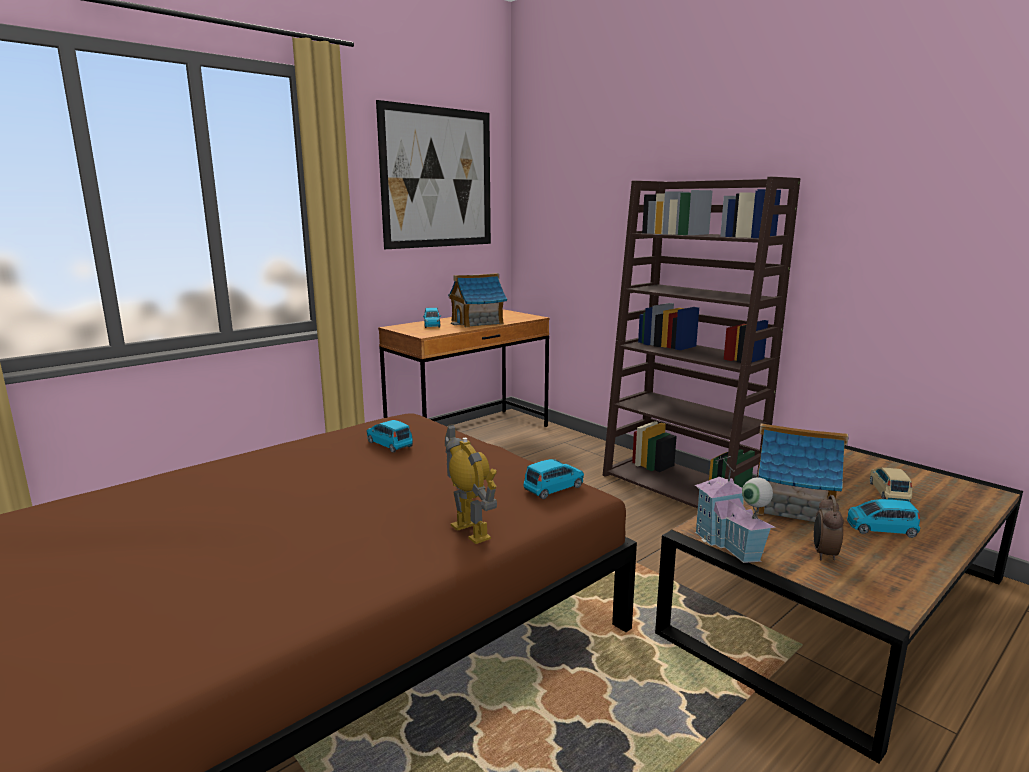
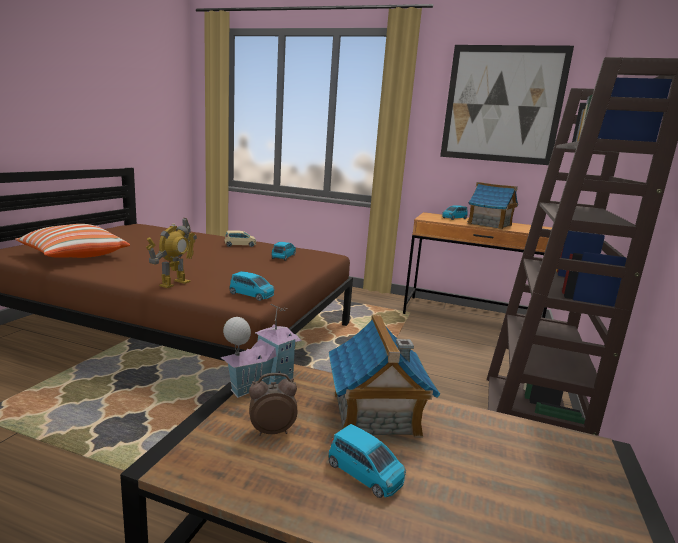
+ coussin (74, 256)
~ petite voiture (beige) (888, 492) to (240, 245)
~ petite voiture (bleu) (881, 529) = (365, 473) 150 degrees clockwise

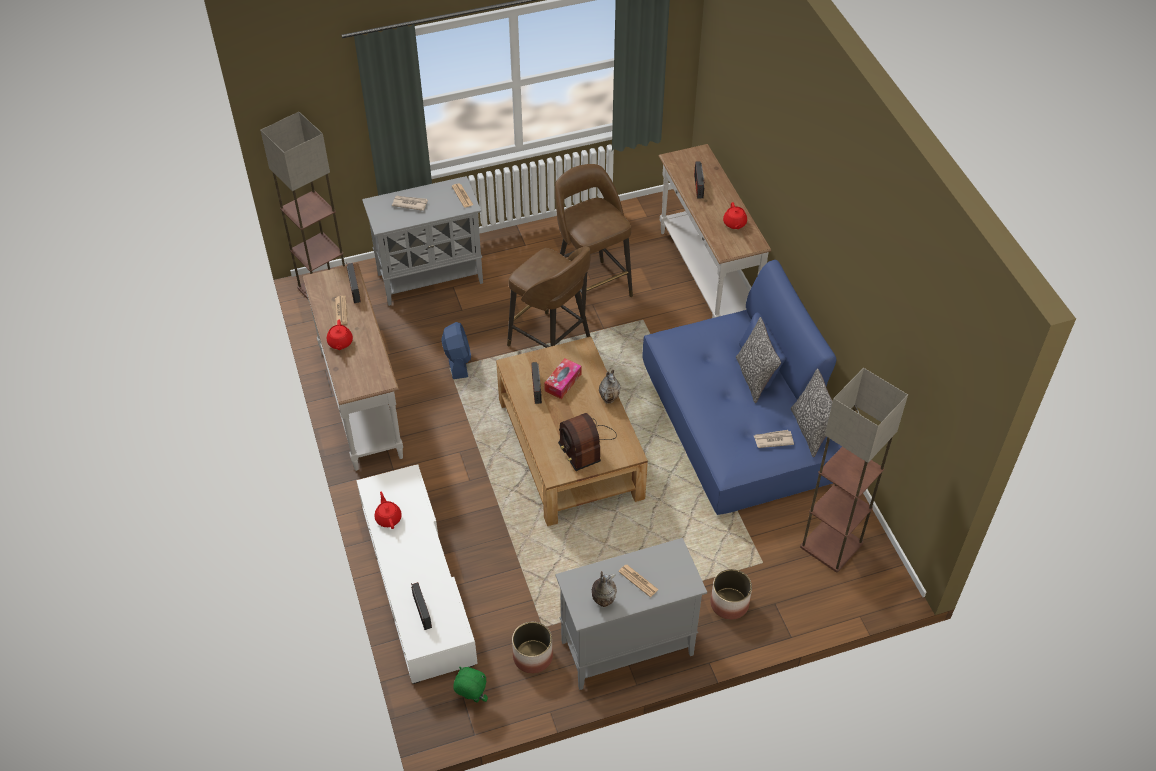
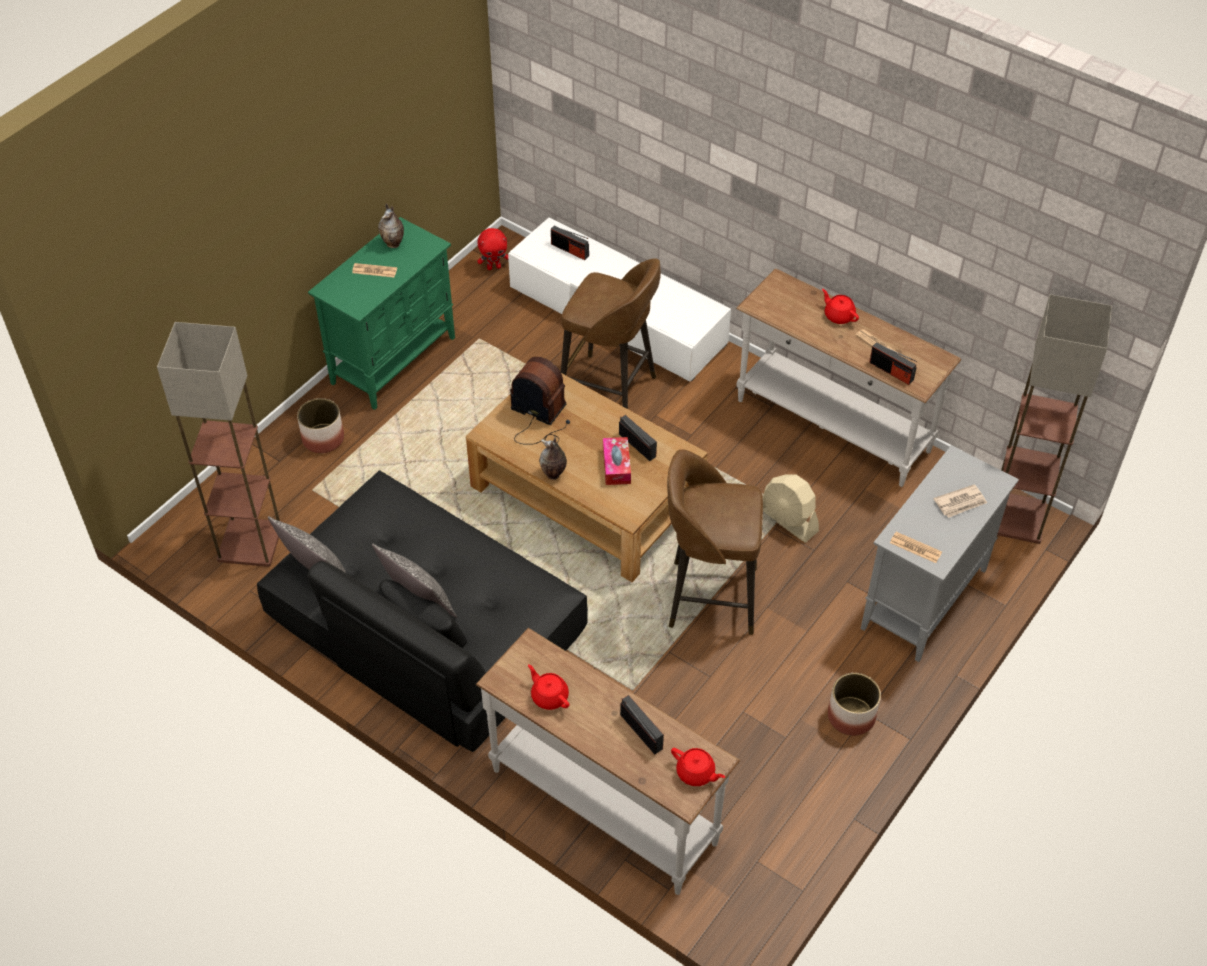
~ canapé (bleu) (742, 421) to canapé (noir) (425, 625)
~ meuble de rangement (gris) (626, 648) to meuble de rangement (vert) (394, 359)
~ peluche (vert) (471, 699) to peluche (rouge) (494, 267)
~ tabouret (marron) (591, 287) to (610, 391)
~ théière (rouge) (388, 518) to (696, 773)
~ ventilateur (bleu) (457, 361) to ventilateur (beige) (788, 521)
~ cache-pot (533, 657) to (850, 716)
- journal (773, 440)

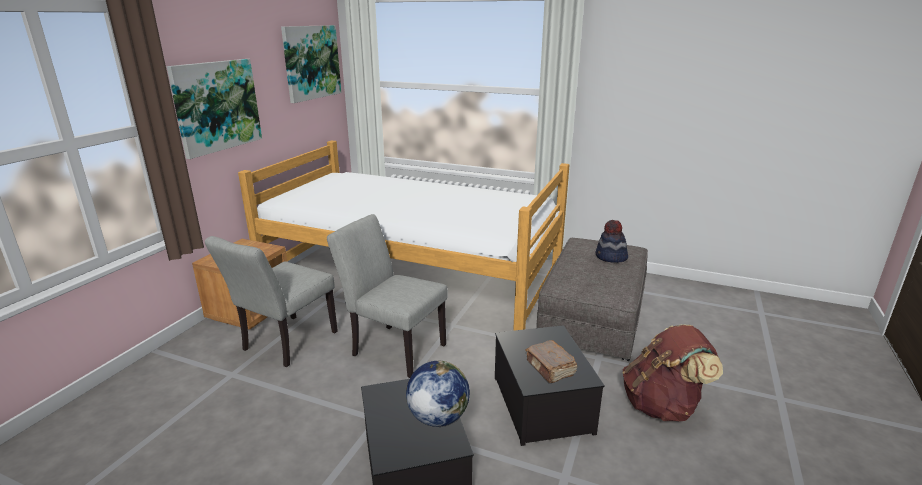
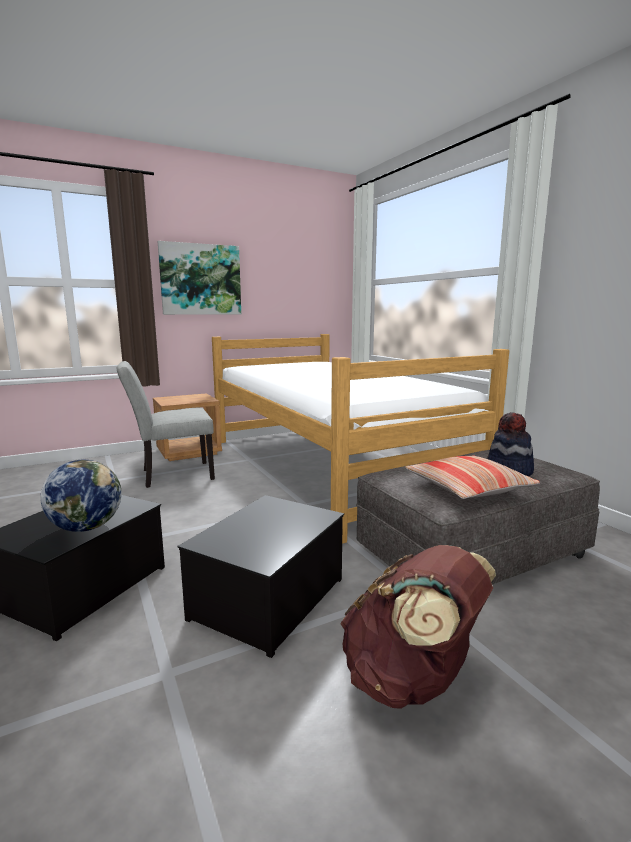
+ coussin (468, 488)
- tableau (311, 62)
- chaise (gris) (393, 348)
- livre (marron) (550, 368)

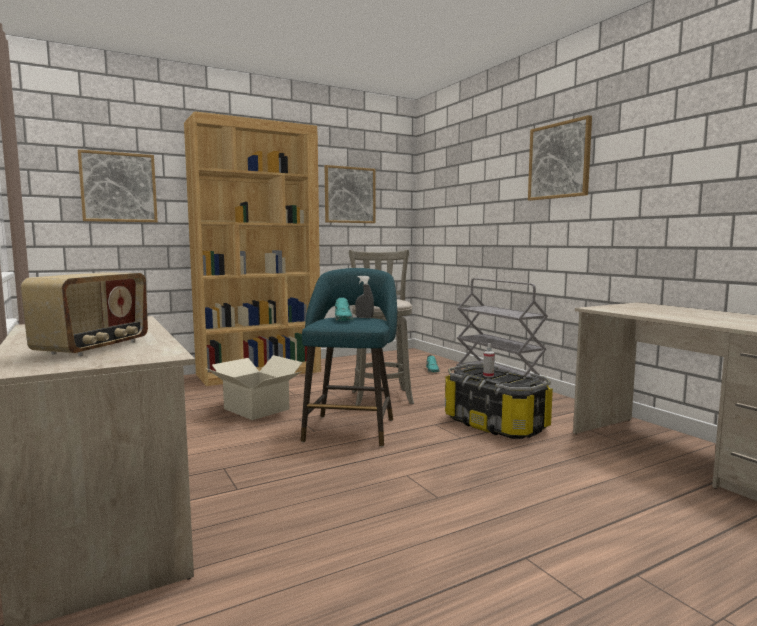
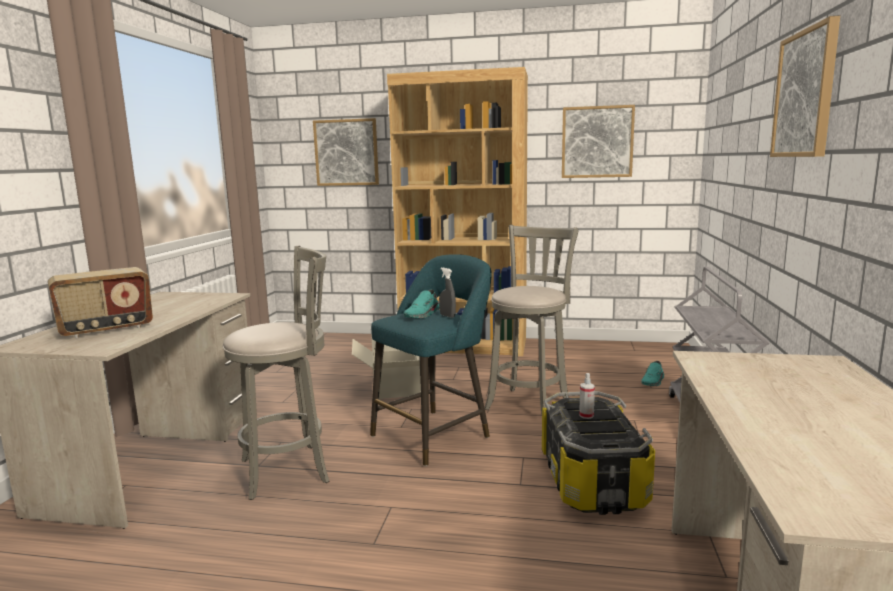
+ tabouret (gris) (290, 469)

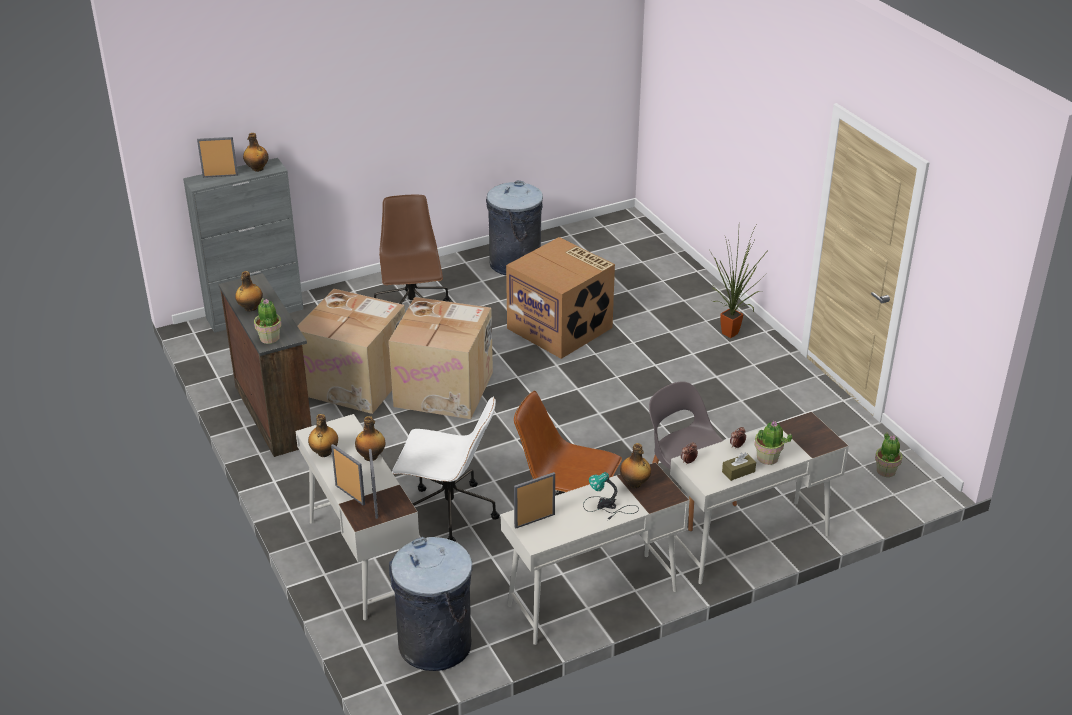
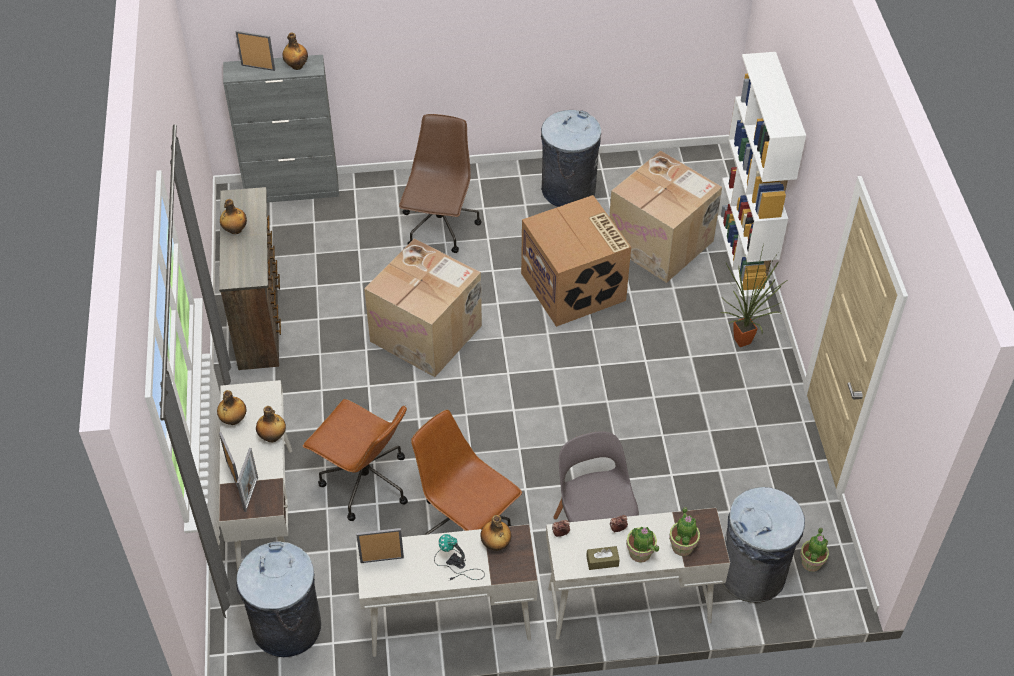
~ chaise de bureau (blanc) (448, 512) to chaise de bureau (marron) (364, 482)
~ carton (357, 382) to (662, 242)
~ plante en pot (269, 338) to (682, 546)
+ bibliothèque (blanc) (744, 254)
+ poubelle (gris) (752, 574)

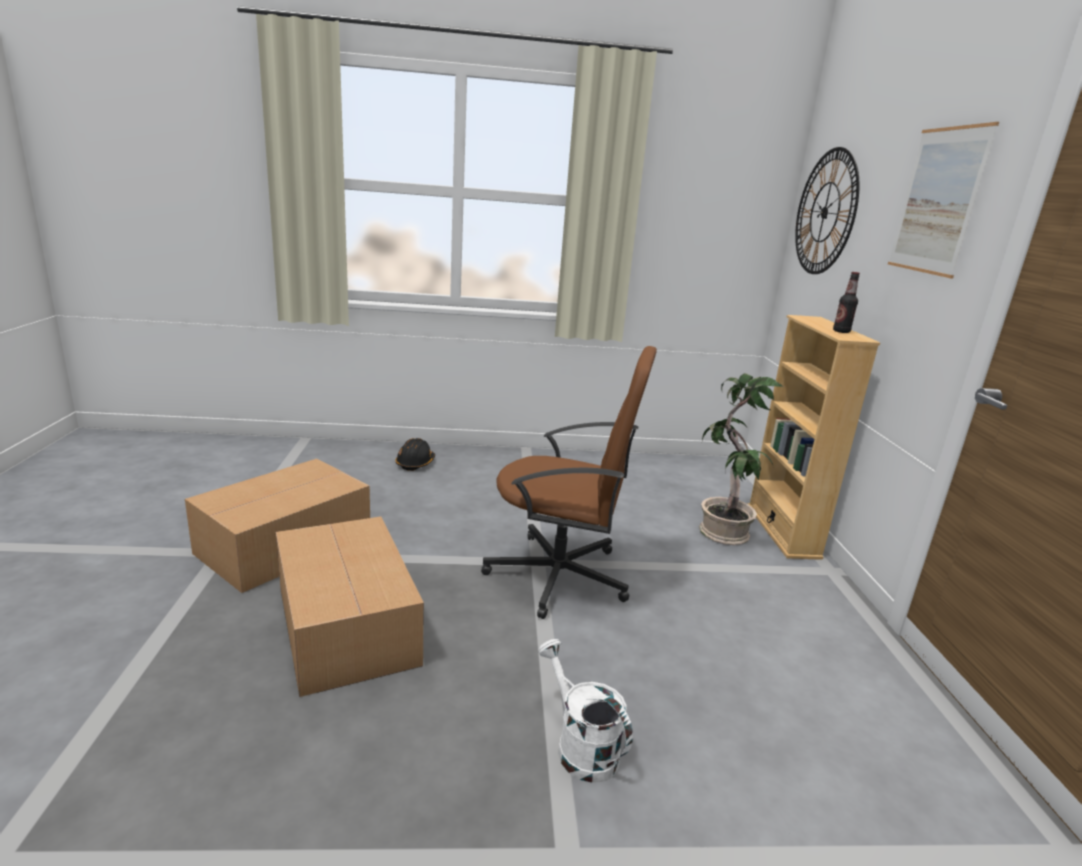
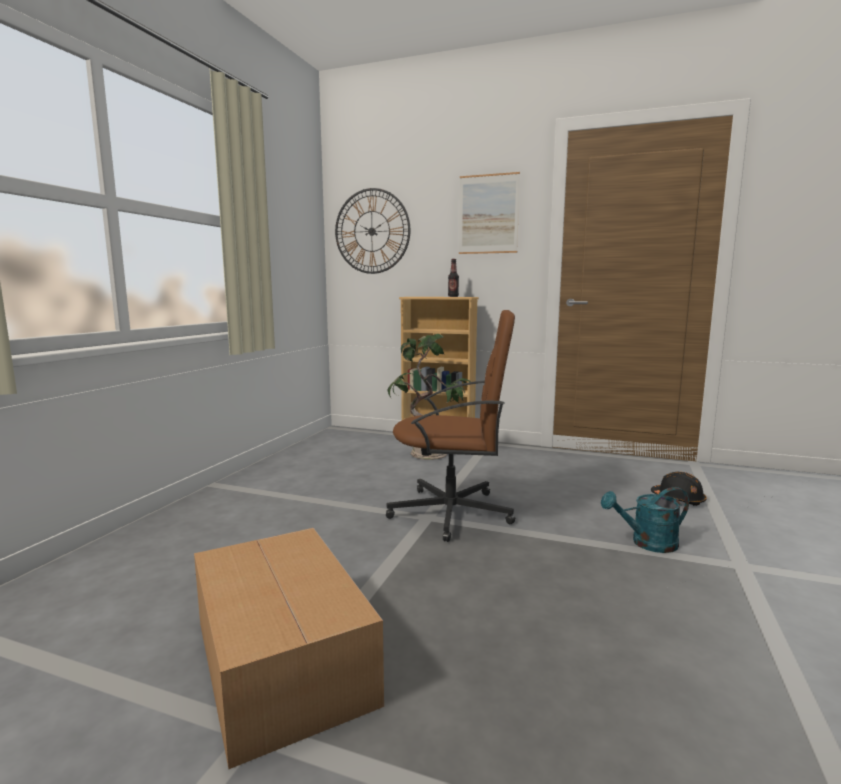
~ chaise de bureau (marron) (560, 576) = (453, 513) 60 degrees clockwise
~ arrosoir (blanc) (580, 746) to arrosoir (turquoise) (647, 544)
~ casque de chantier (noir) (415, 463) to (678, 499)
- carton (347, 623)

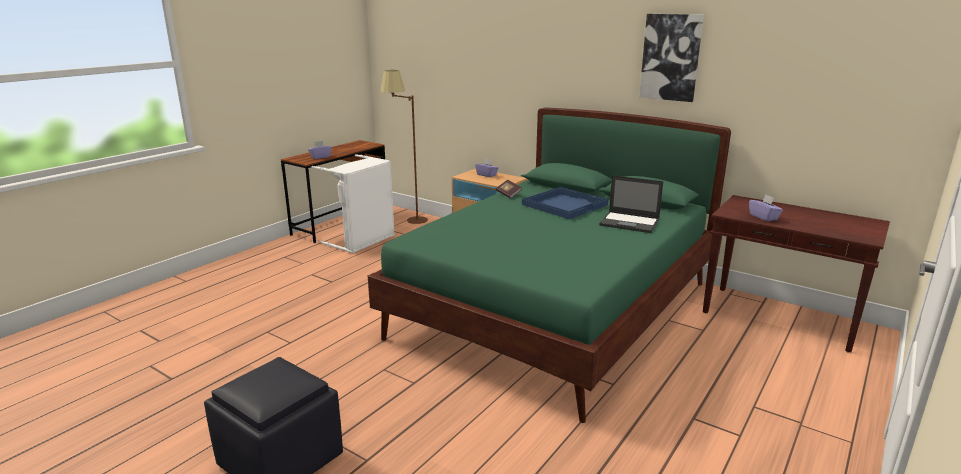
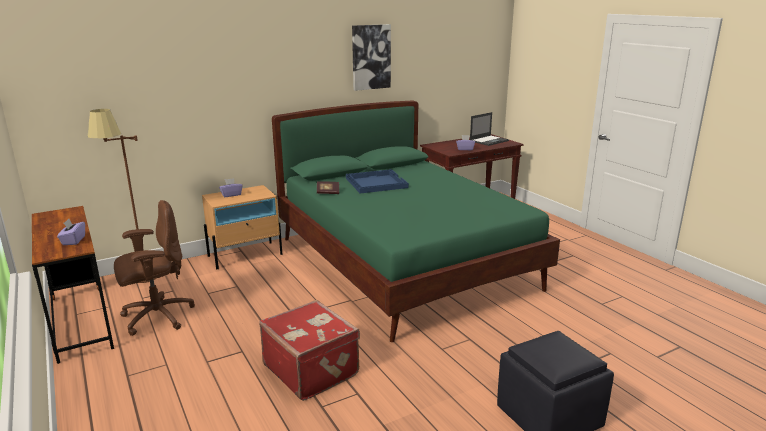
~ panier à linge (blanc) (362, 241) to chaise de bureau (marron) (156, 317)
+ valise (rouge) (312, 369)
~ ordinateur portable (630, 223) to (489, 141)

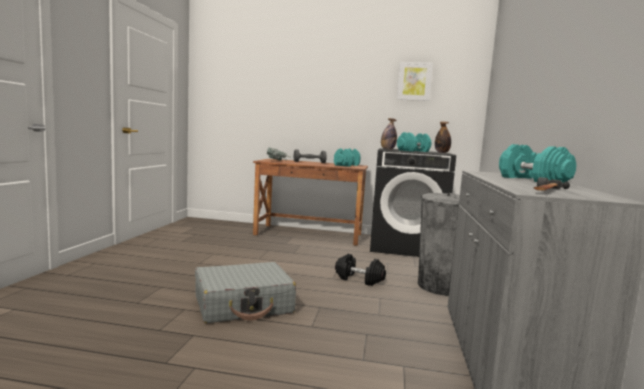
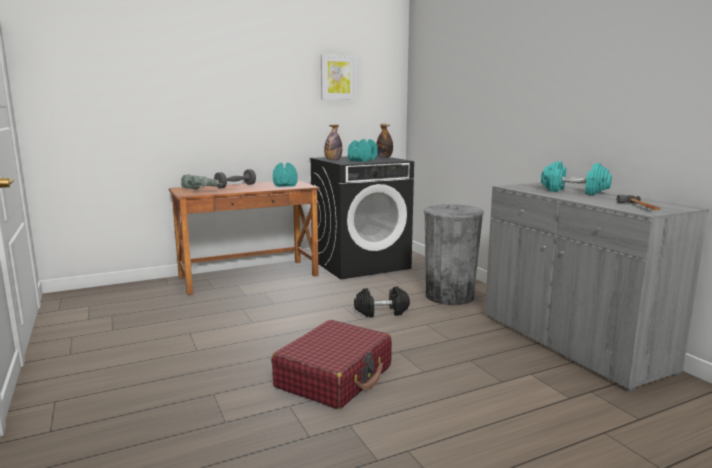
~ valise (gris) (244, 305) to valise (rouge) (335, 377)

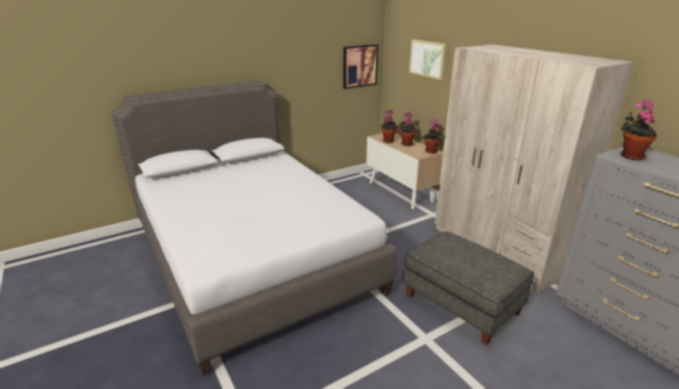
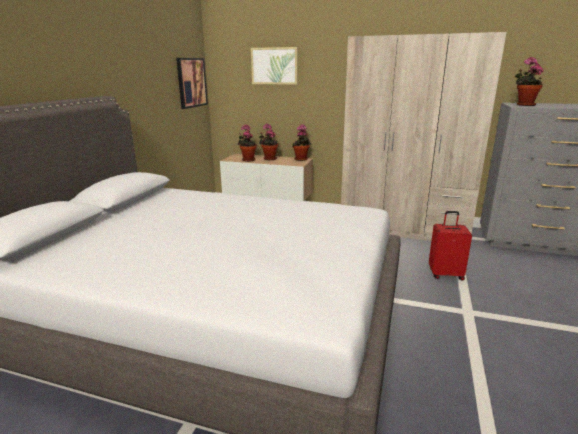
~ pouf (gris) (462, 304) to valise (rouge) (445, 274)

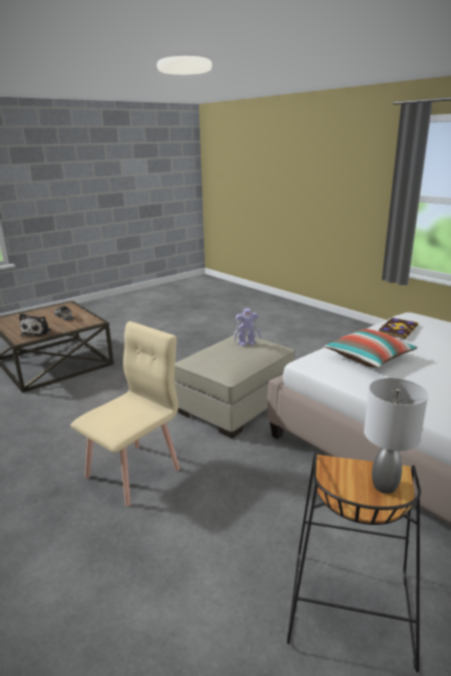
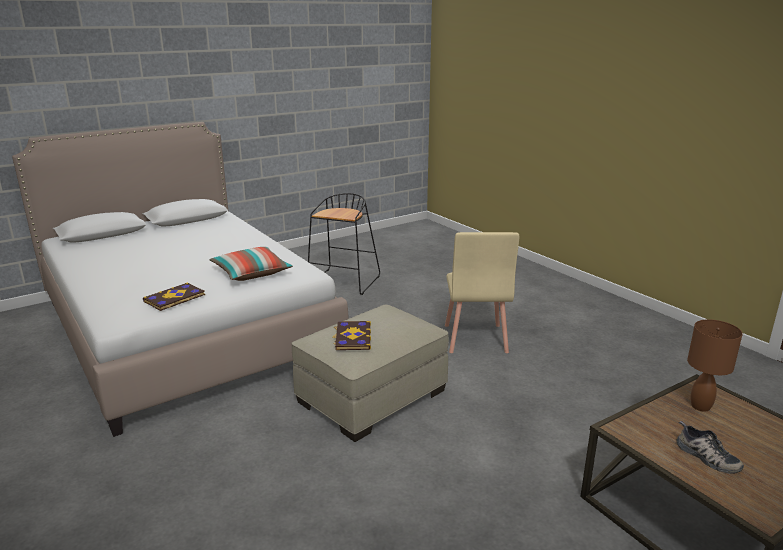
~ robot jouet (247, 343) to livre (352, 337)
~ chaise (beige) (134, 472) = (474, 339) 45 degrees counterclockwise
~ peluche (37, 332) to lampe de table (marron) (700, 406)
- lampe de table (gris) (385, 486)

